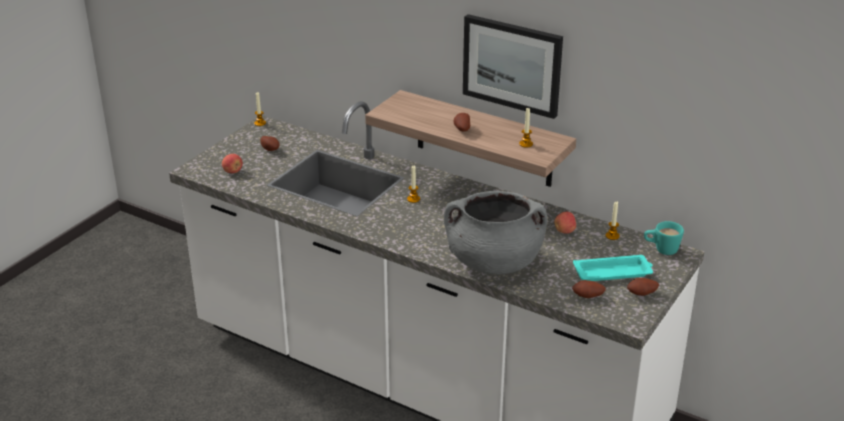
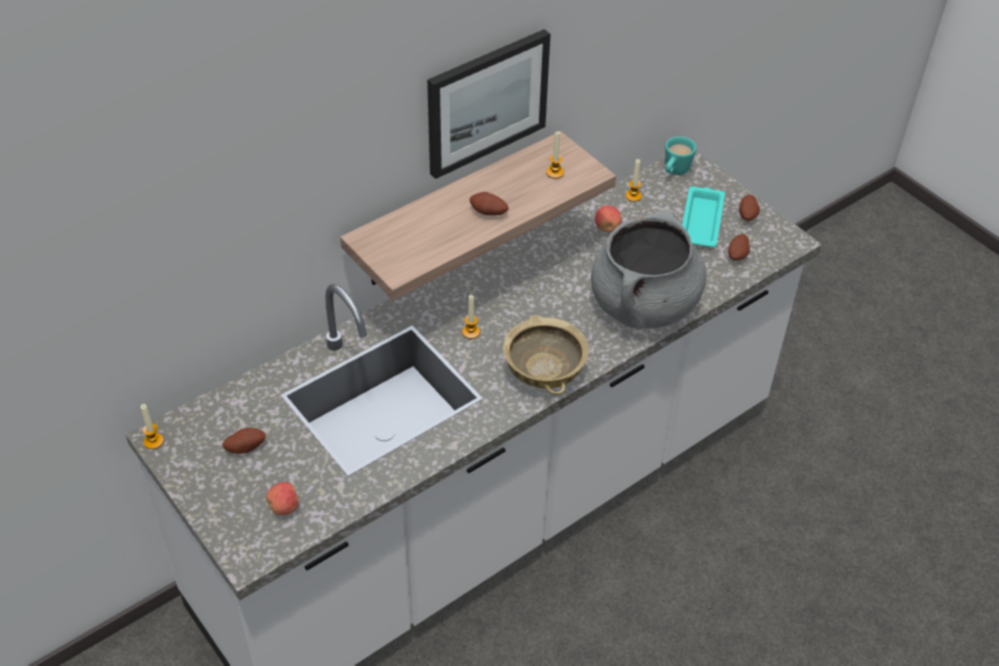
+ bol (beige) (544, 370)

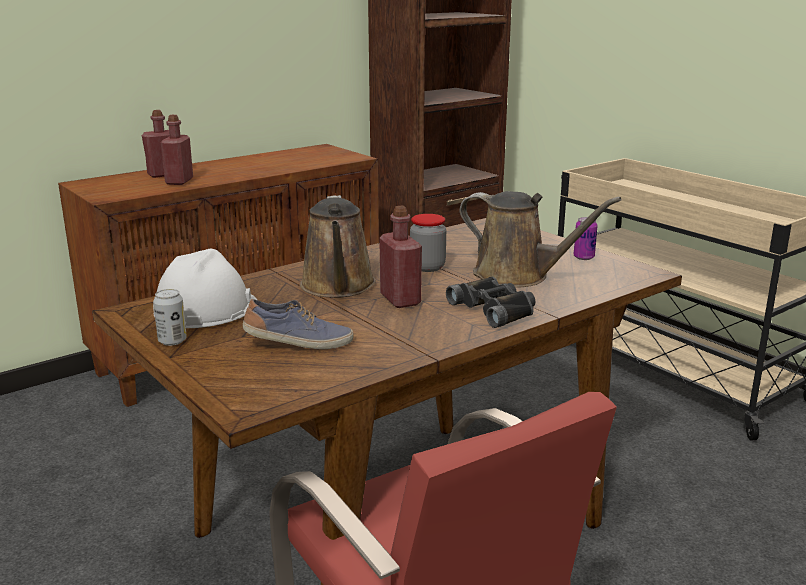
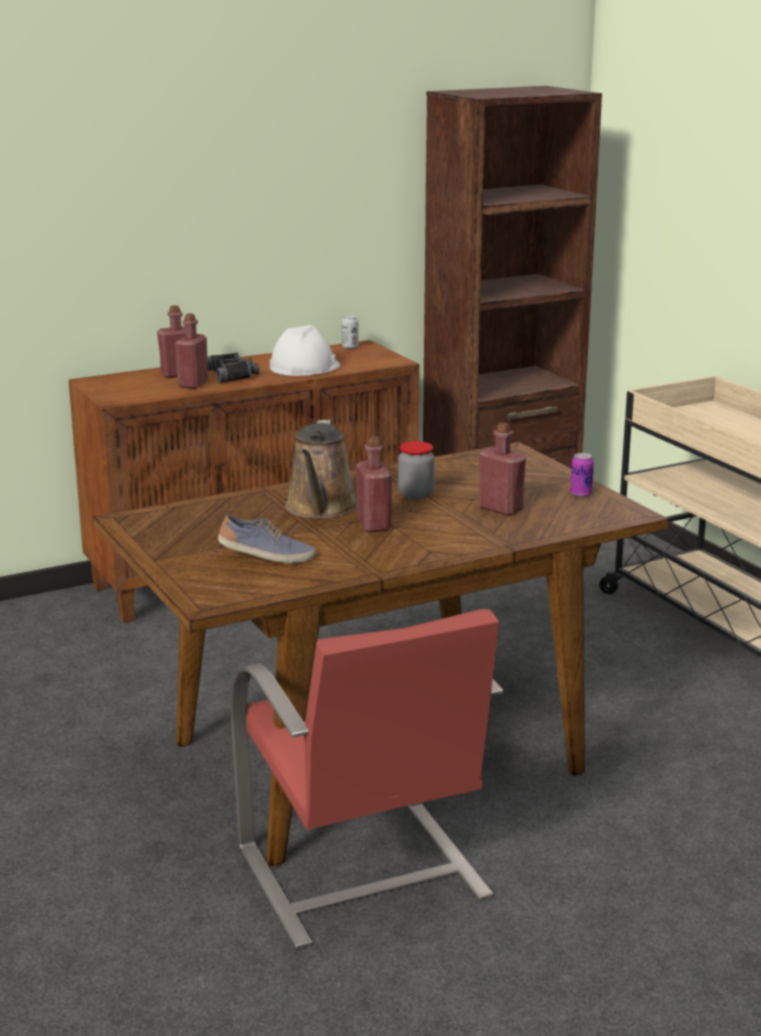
~ jumelles (noir) (495, 309) to (232, 374)
~ casque de chantier (blanc) (205, 308) to (304, 366)
~ boîte métallique (172, 341) to (350, 347)
~ arrosoir (marron) (518, 276) to bouteille (rouge) (500, 509)

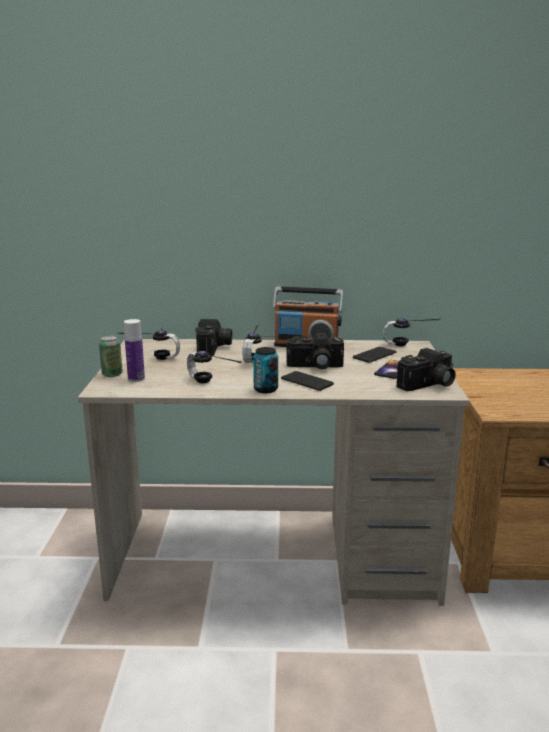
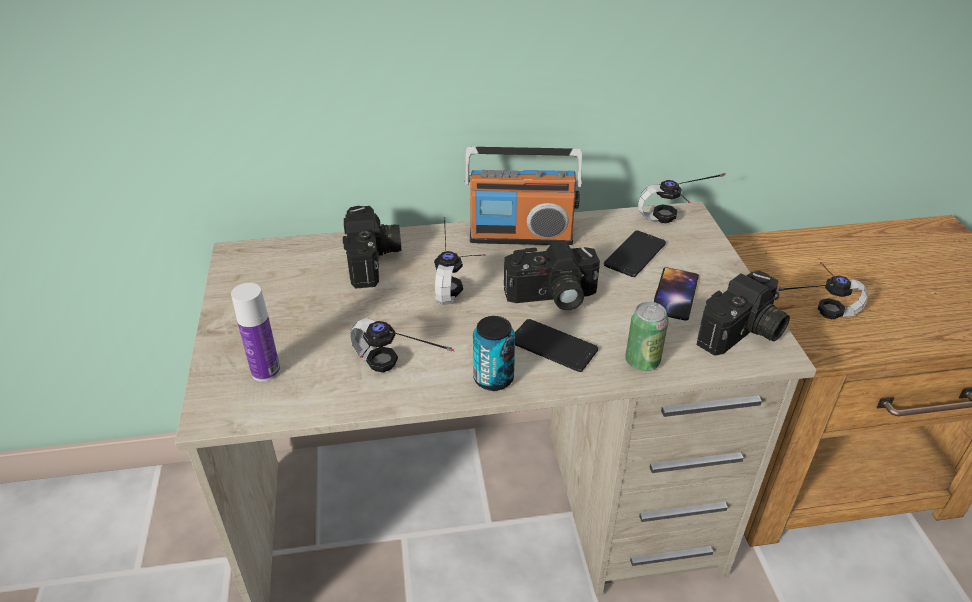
~ boîte métallique (112, 374) to (642, 361)
~ casque audio (154, 355) to (810, 308)

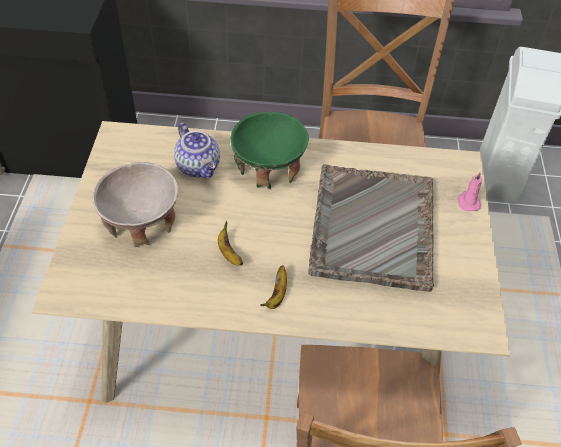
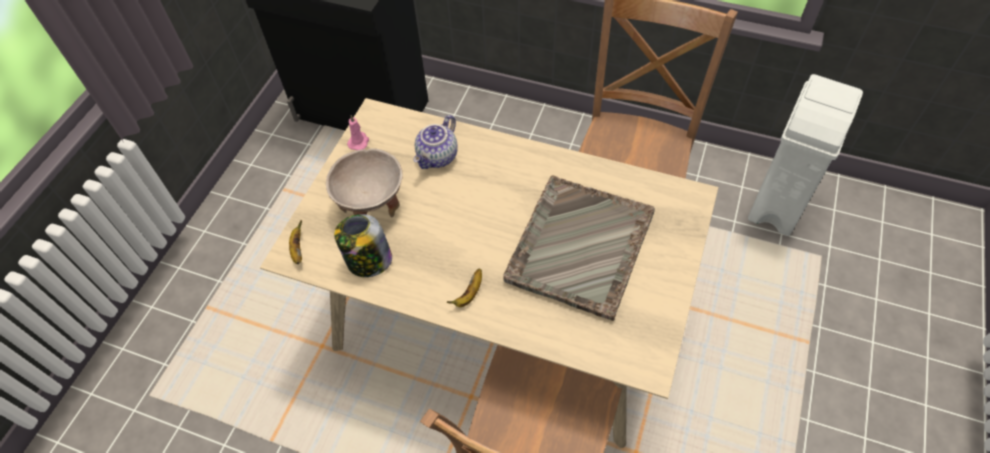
~ banane (228, 253) to (297, 249)
+ bocal (368, 261)
~ bougie (rose) (468, 202) to (359, 141)
~ théière (199, 166) = (438, 157) 45 degrees clockwise
- bol (vert) (268, 168)

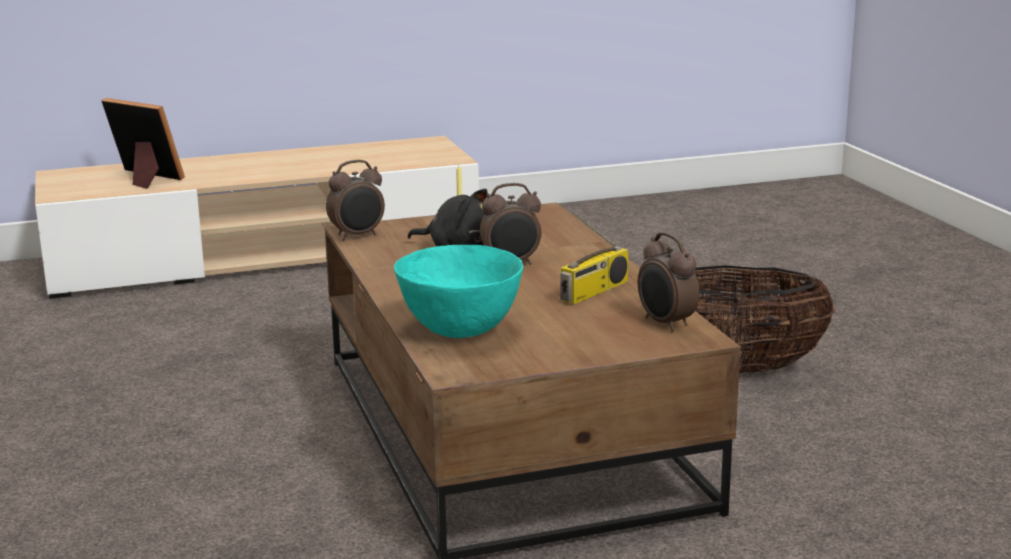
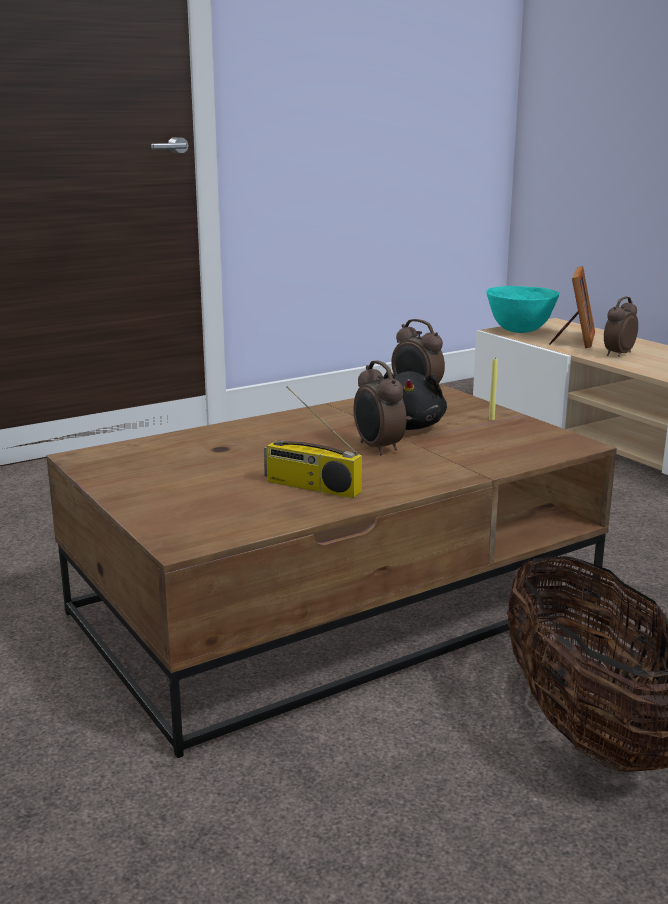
~ bol (turquoise) (461, 331) to (520, 331)
~ réveil (665, 324) to (617, 354)

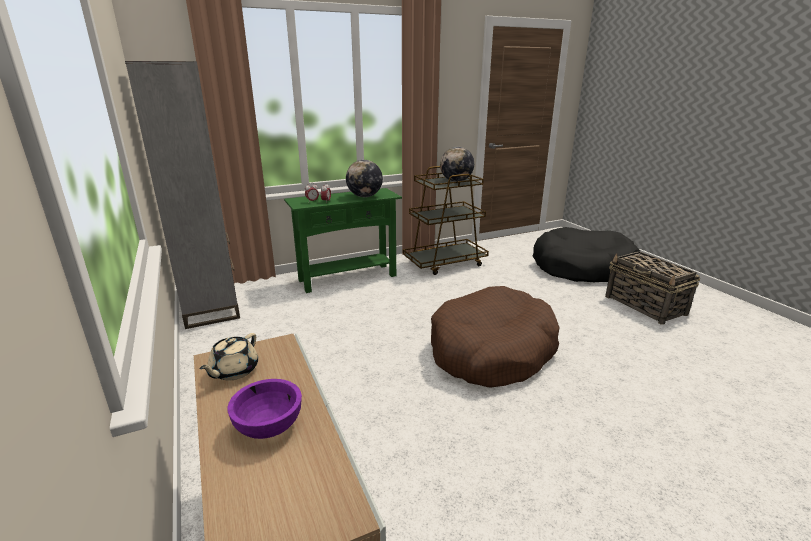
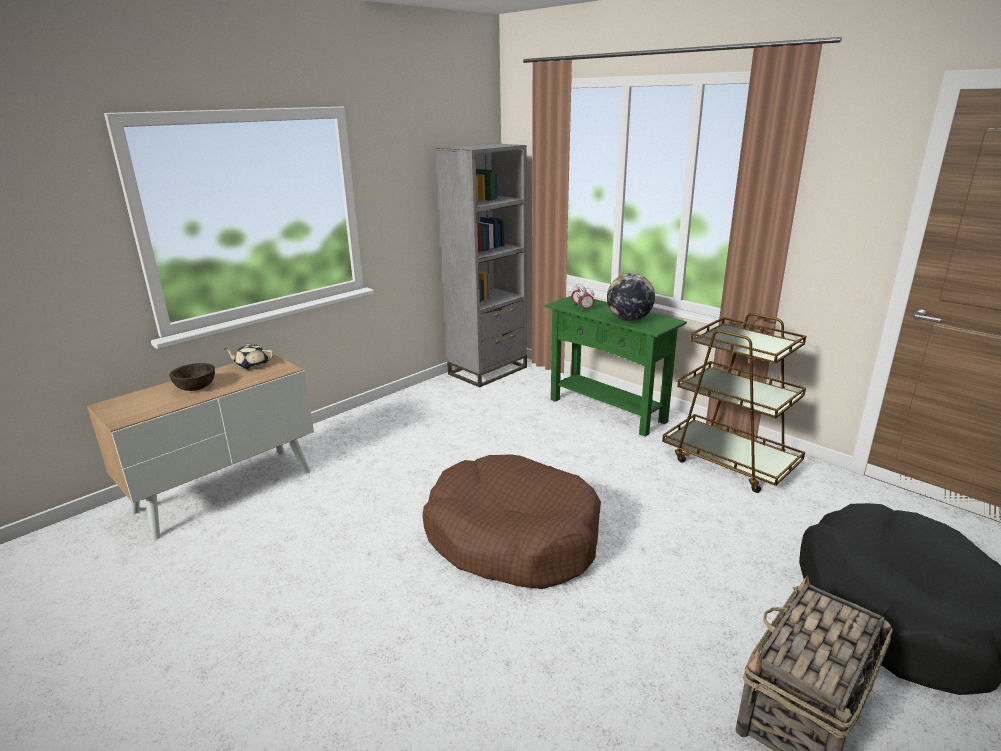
~ bol (violet) (269, 426) to bol (marron) (196, 388)
- globe (456, 181)

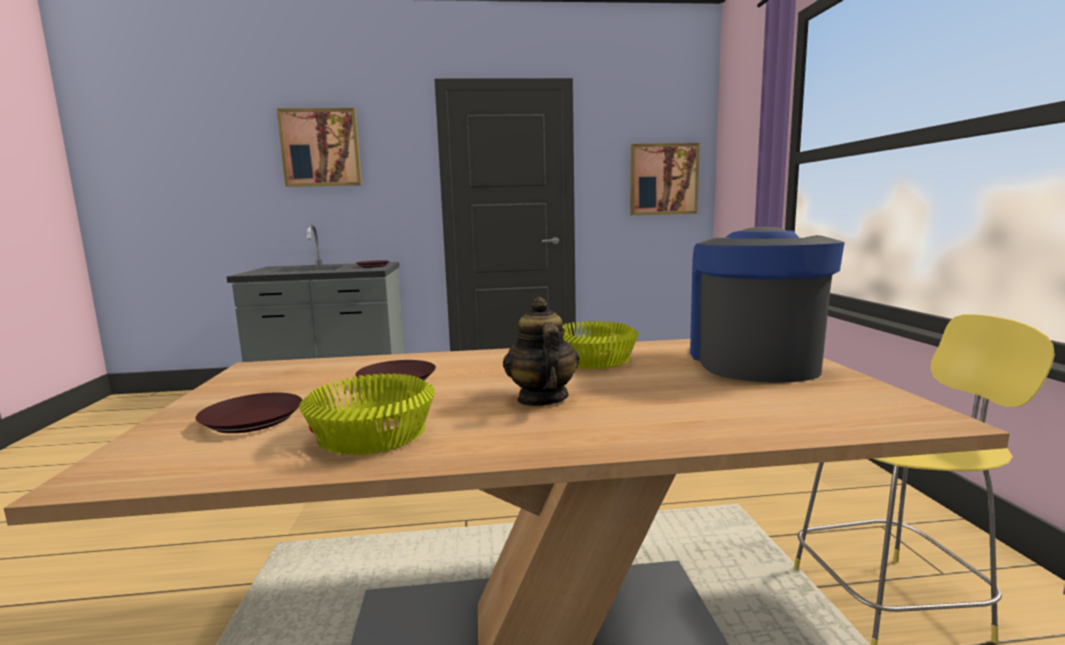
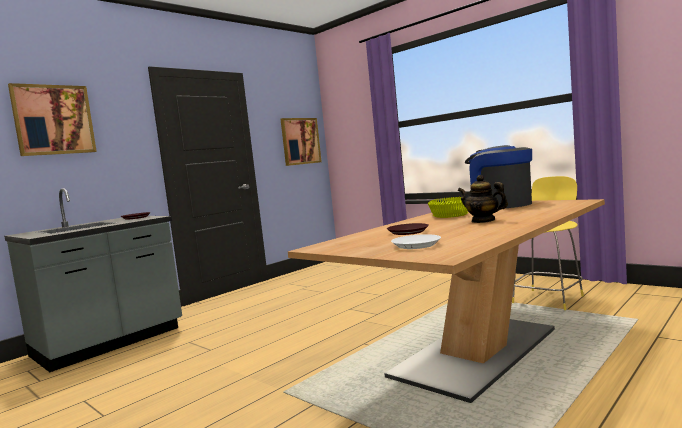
~ assiette (marron) (253, 420) to assiette (blanc) (417, 245)
- bol (jaune) (370, 435)

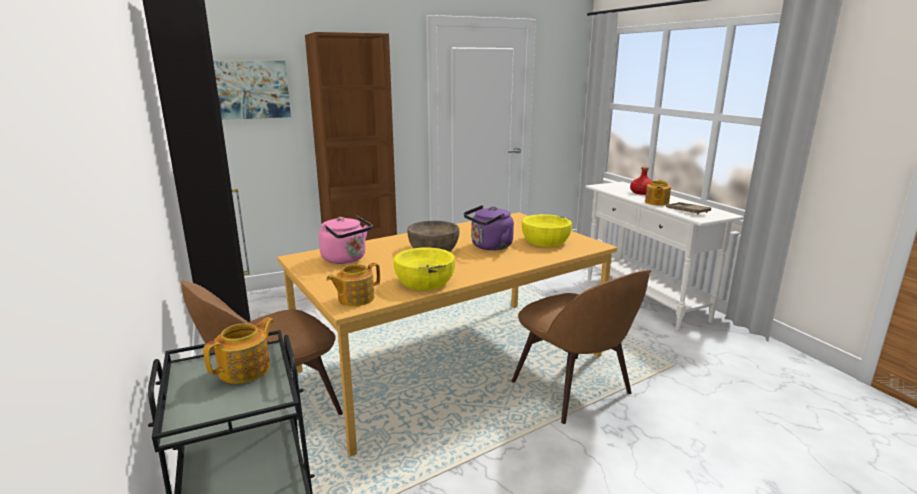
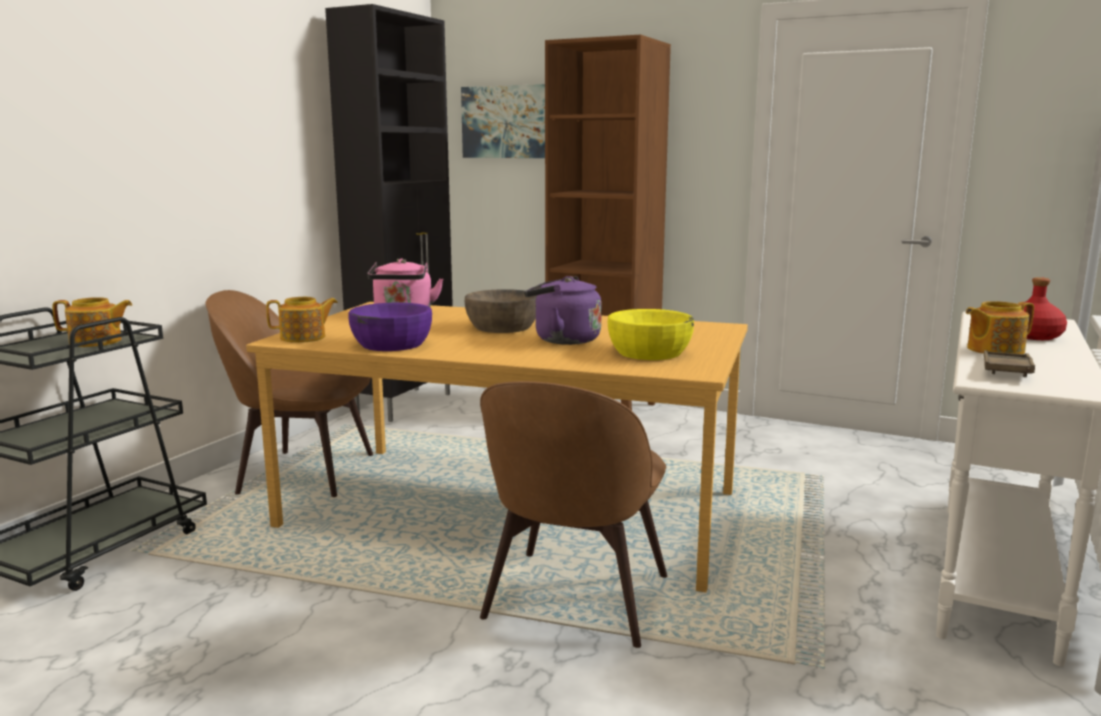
~ théière (355, 298) = (304, 338) 150 degrees clockwise
~ bol (jaune) (425, 281) to bol (violet) (392, 344)

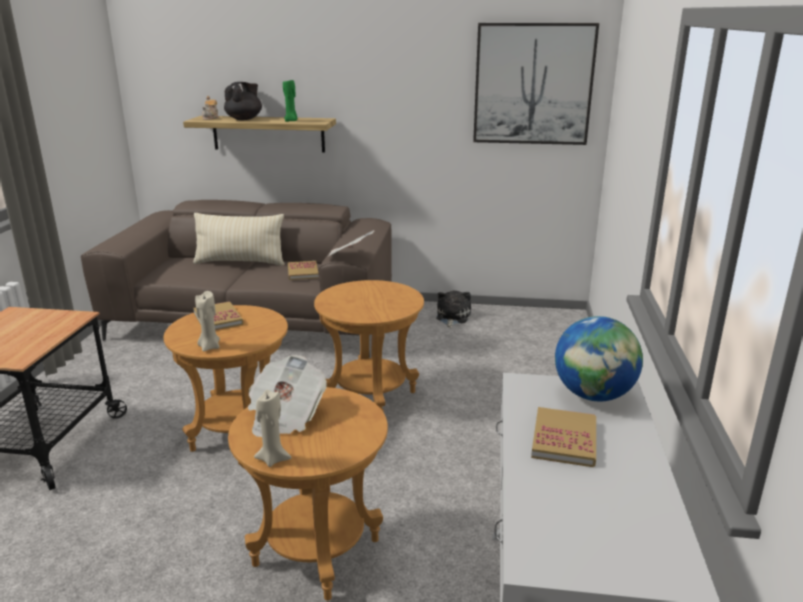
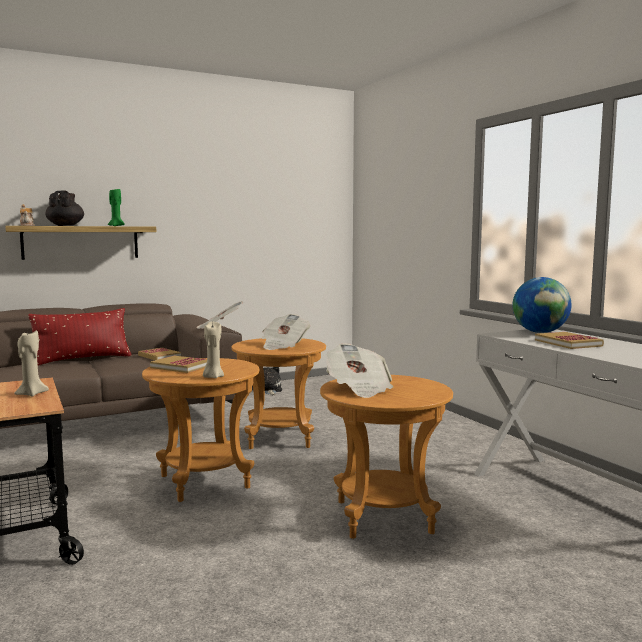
~ bougie (beige) (273, 459) to (31, 394)
~ coussin (beige) (240, 262) to coussin (rouge) (82, 360)
+ journal (283, 346)
- tableau (533, 84)

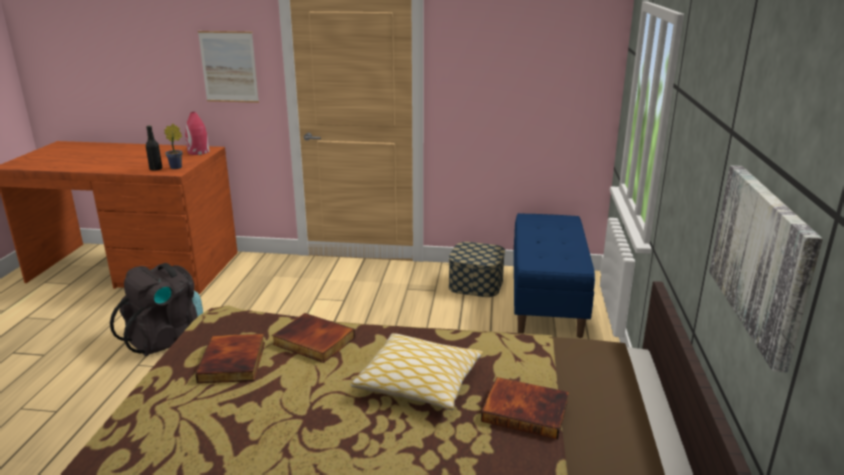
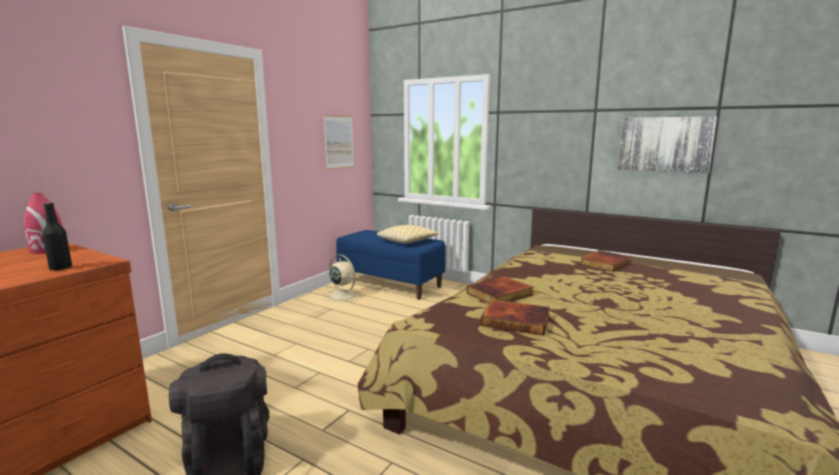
~ boîte de rangement (476, 283) to ventilateur (beige) (342, 295)
~ tableau (229, 67) to (339, 142)
~ coussin (419, 382) to (407, 241)
- plante en pot (177, 167)

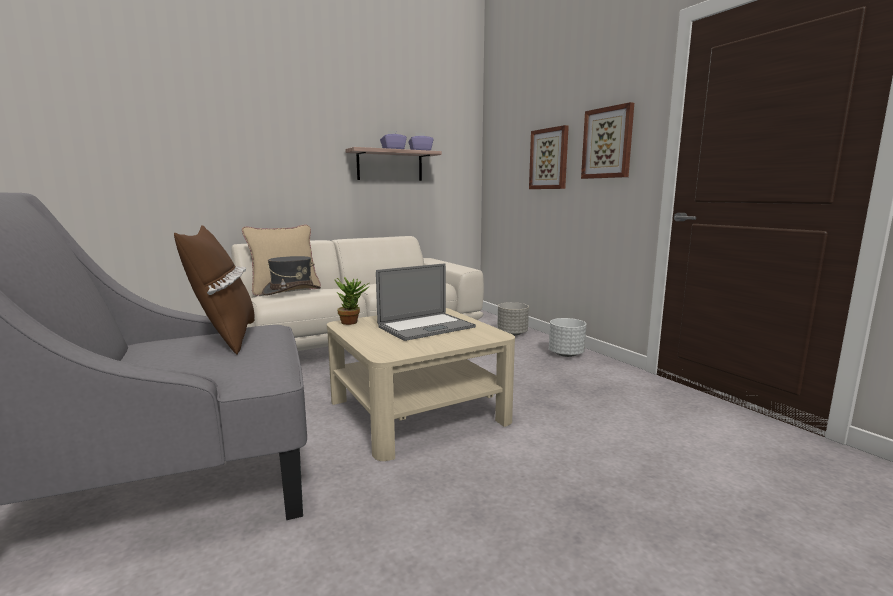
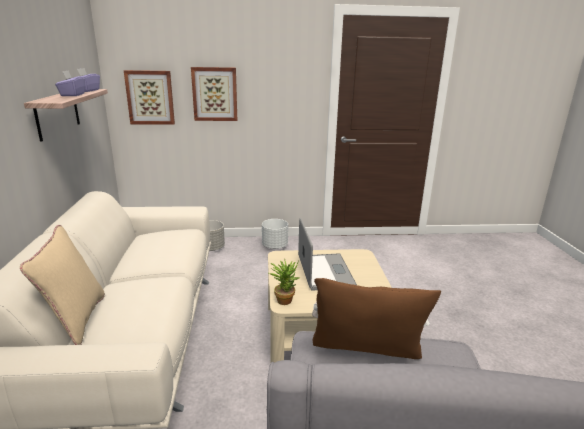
~ tableau (608, 143) to (150, 97)
- chapeau (gris) (292, 291)

